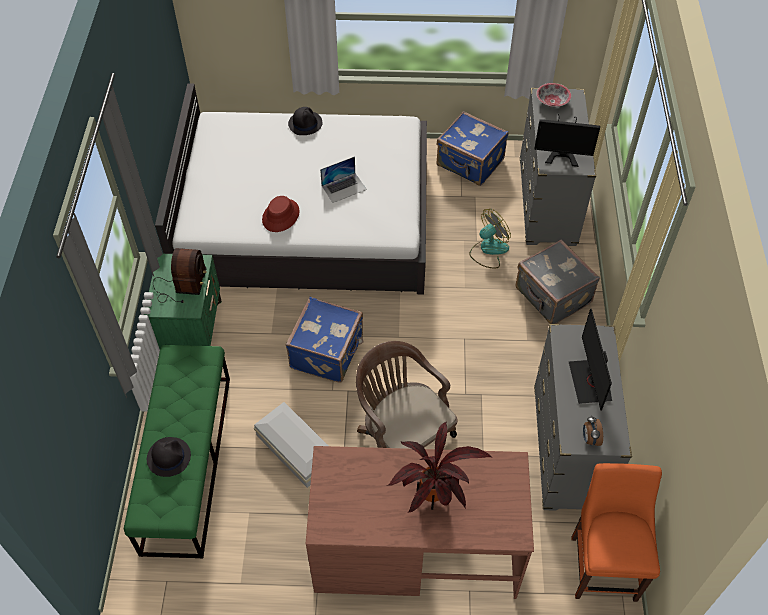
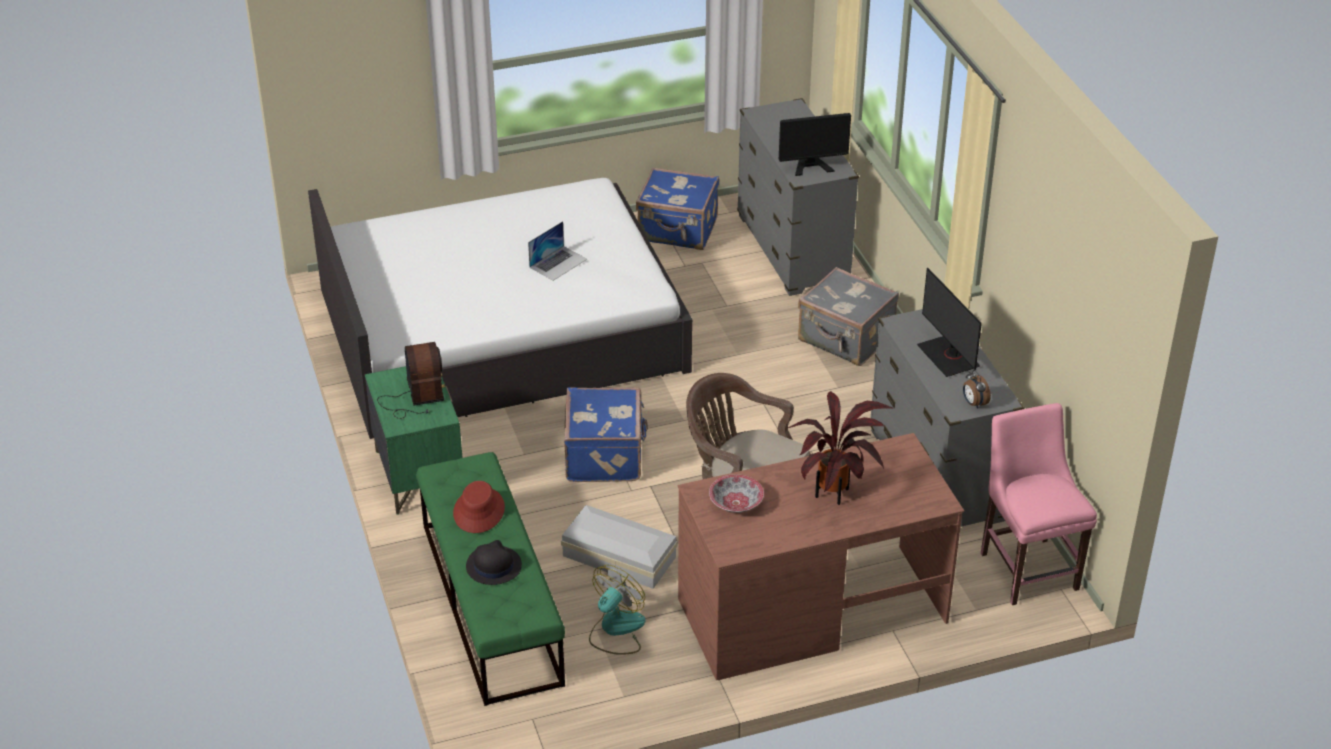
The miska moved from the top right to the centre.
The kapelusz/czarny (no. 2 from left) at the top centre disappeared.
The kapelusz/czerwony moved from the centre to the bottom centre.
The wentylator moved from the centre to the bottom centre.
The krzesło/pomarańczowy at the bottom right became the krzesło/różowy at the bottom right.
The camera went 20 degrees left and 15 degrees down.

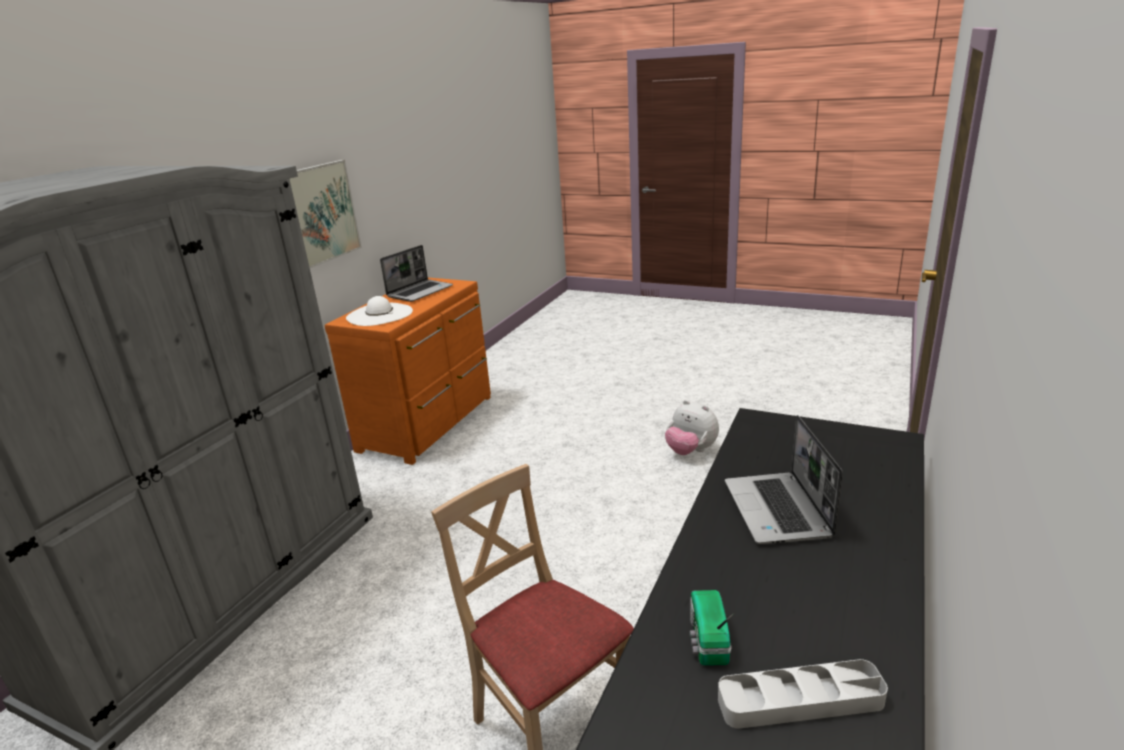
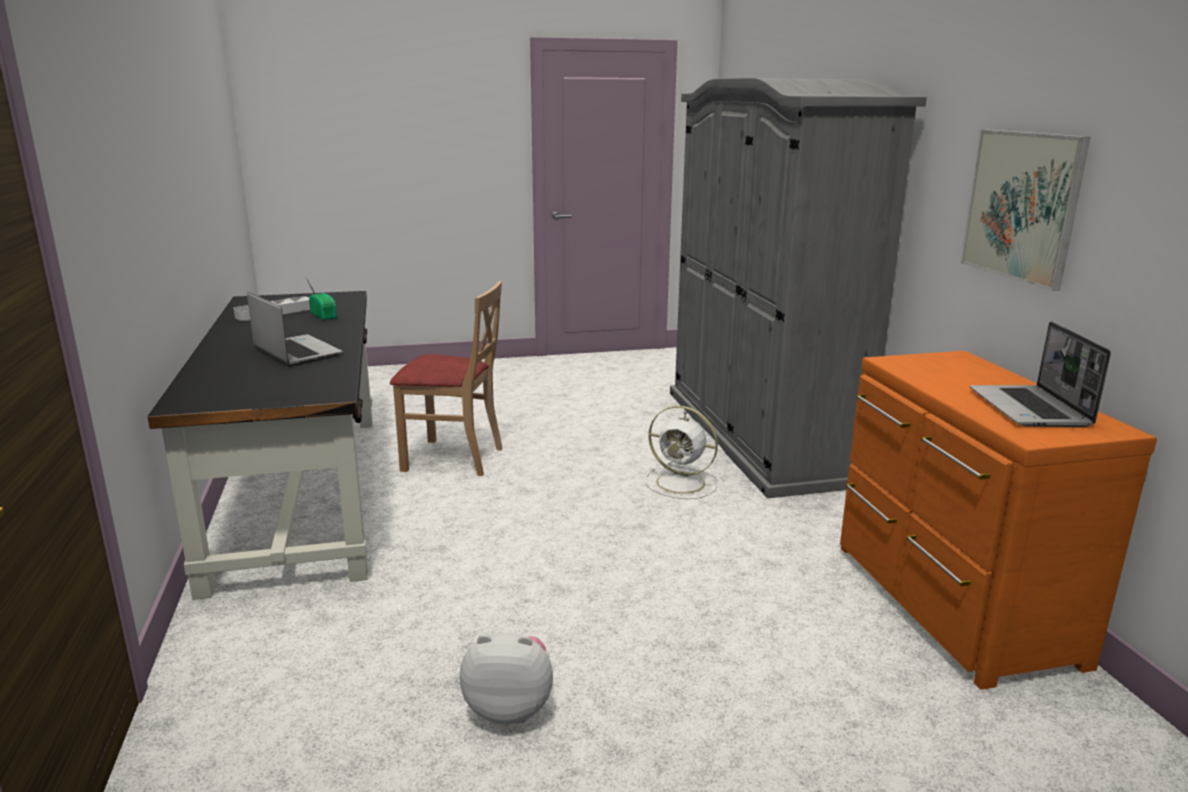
The kapelusz/biały at the centre disappeared.
The wentylator/biały at the centre appeared.
The camera went 140 degrees right and 5 degrees down.

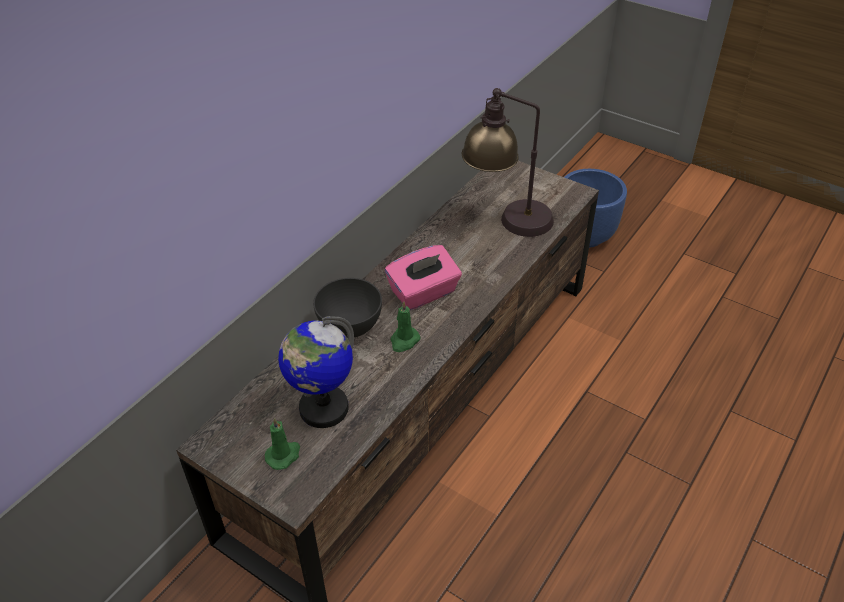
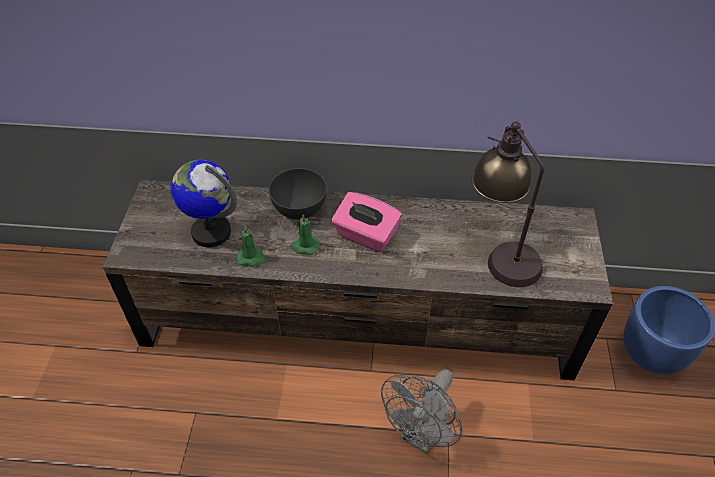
The świeca/zielony (no. 1 from left) moved from the bottom centre to the centre.
The wentylator/szary at the bottom centre appeared.
The camera went 60 degrees right and 5 degrees up.

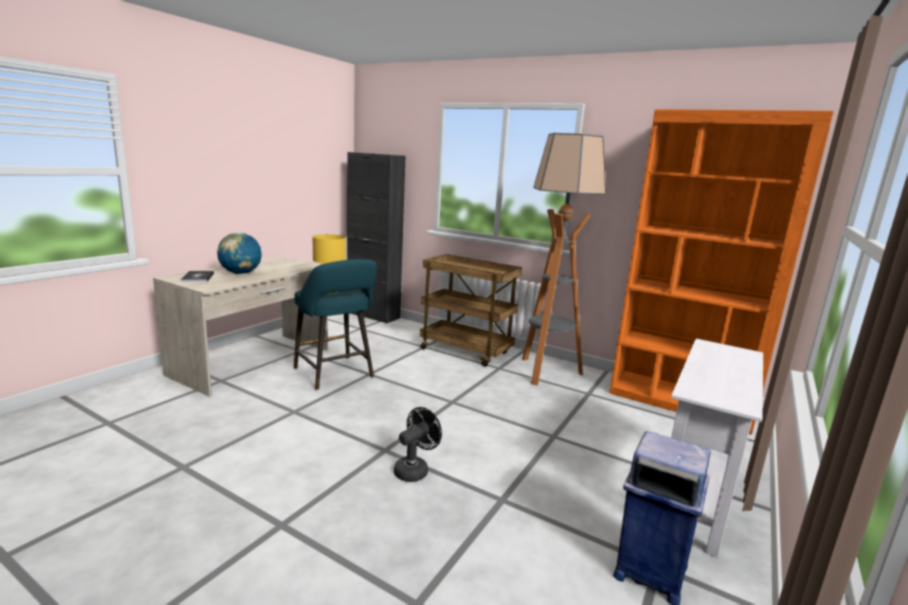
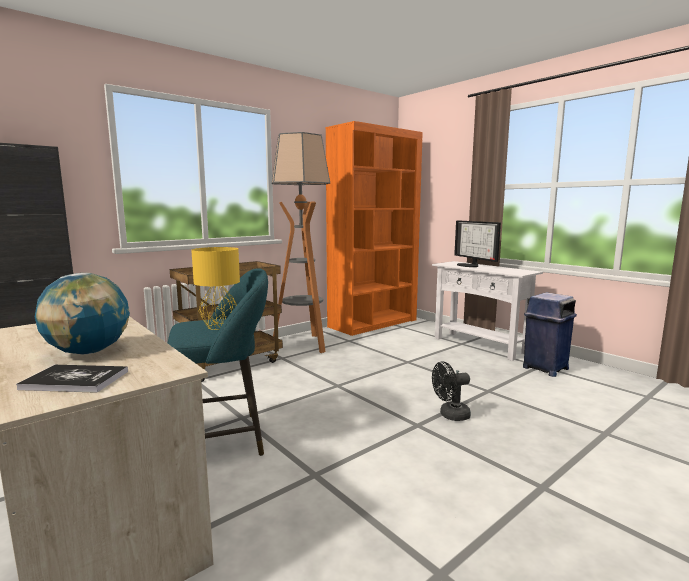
The wentylator/czarny at the bottom centre turned 75 degrees counterclockwise.
The monitor at the middle right appeared.
The camera went 70 degrees left and 5 degrees down.

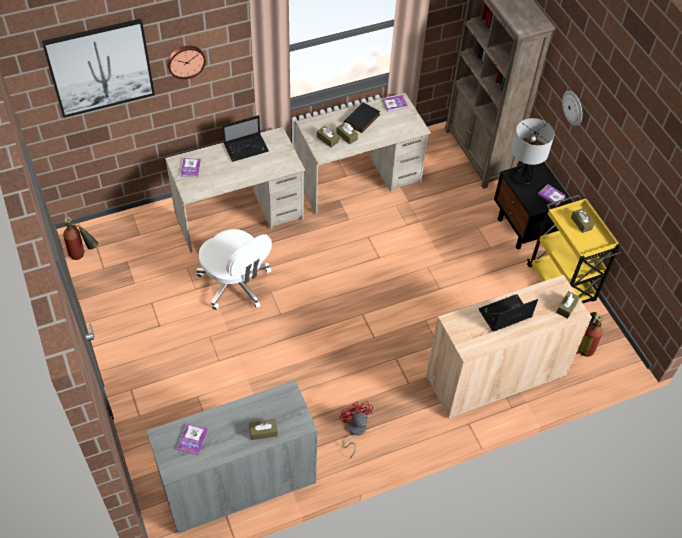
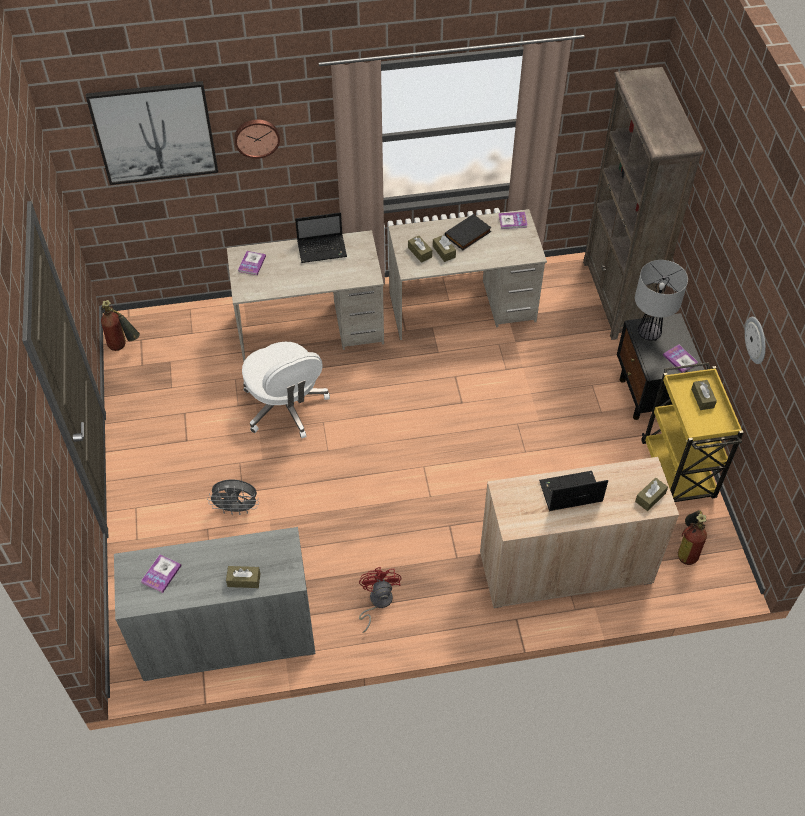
The zegar ścienny (no. 2 from left) moved from the top right to the middle right.
The wentylator/szary at the middle left appeared.
The camera went 15 degrees right and 0 degrees up.

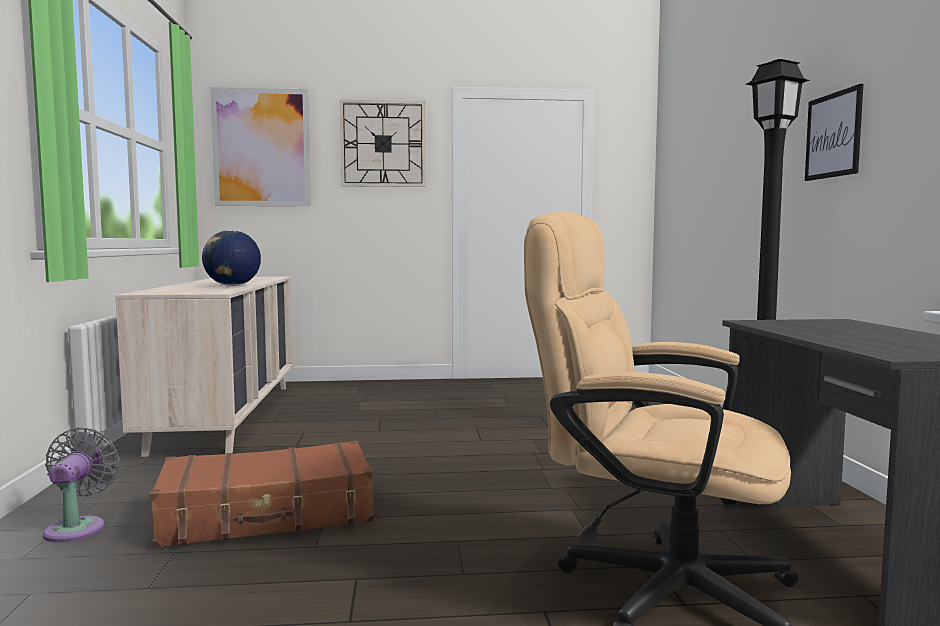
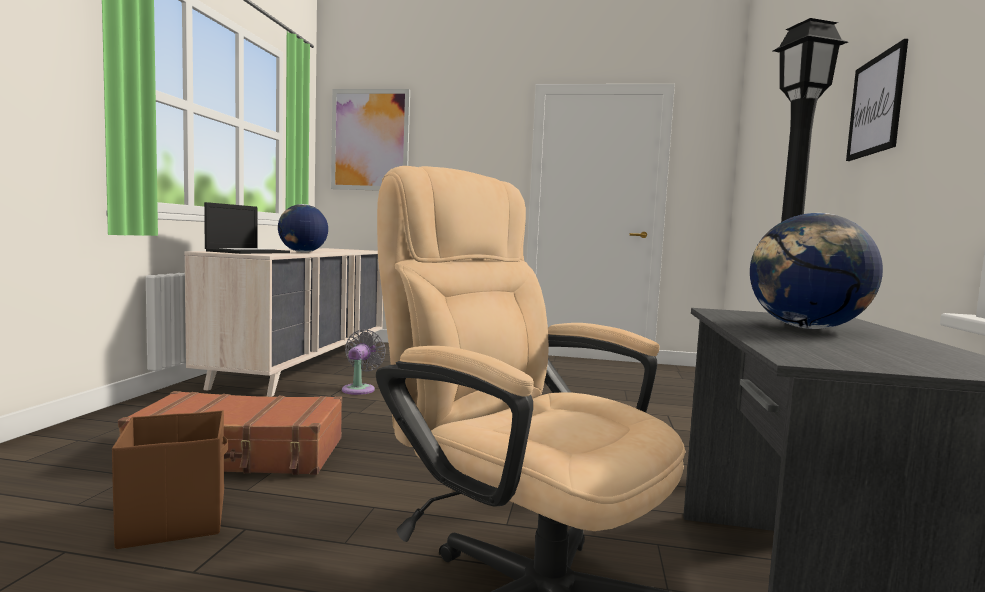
The zegar ścienny at the top centre disappeared.
The wentylator/szary moved from the bottom left to the centre.
The laptop at the middle left appeared.
The globus (no. 2 from left) at the middle right appeared.
The pojemnik do przechowywania/brązowy at the bottom left appeared.
The camera went 15 degrees right and 0 degrees up.

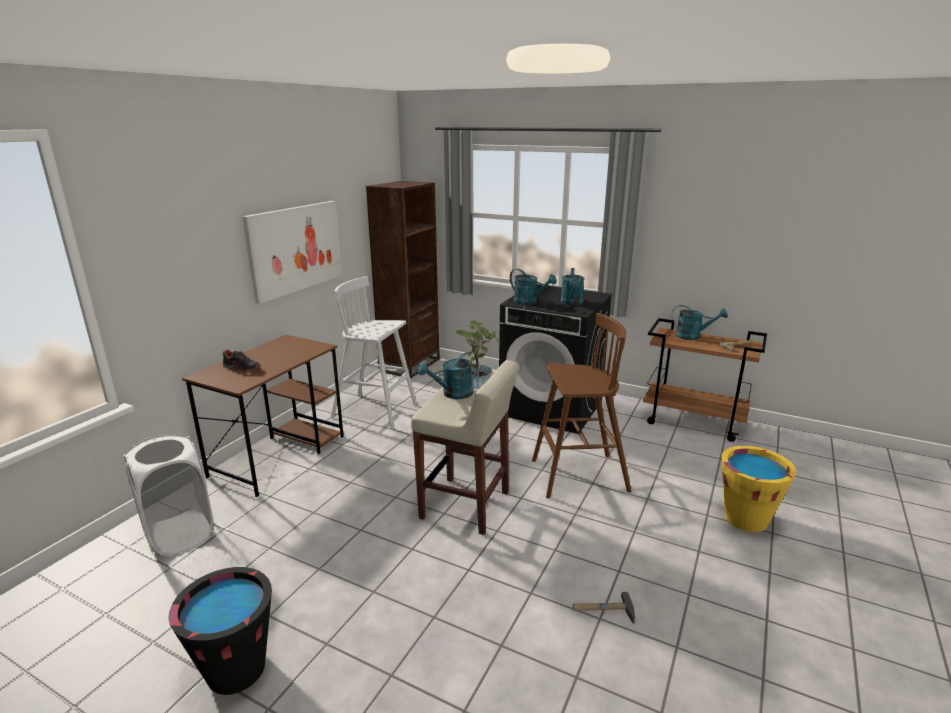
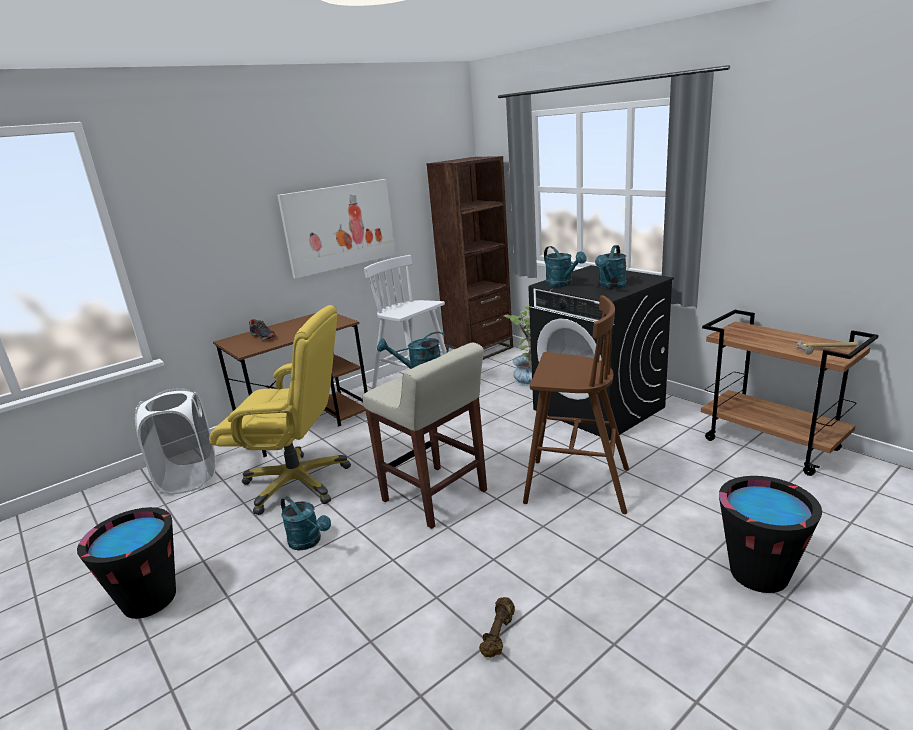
The konewka/turkusowy (no. 4 from left in the first image) moved from the middle right to the bottom centre.
The wiadro/żółty at the bottom right became the wiadro/czarny (no. 2 from left) at the bottom right.
The młotek (no. 1 from left) at the bottom centre was replaced by the hantel/brązowy at the bottom centre.
The krzesło biurowe/żółty at the middle left appeared.
The camera went 25 degrees right and 0 degrees up.

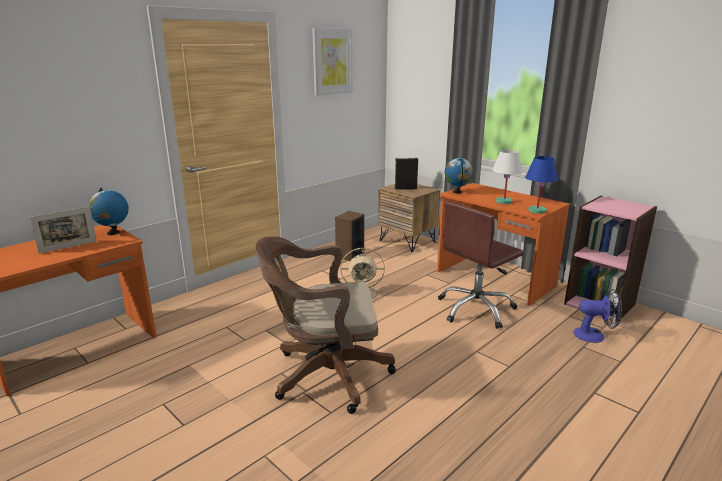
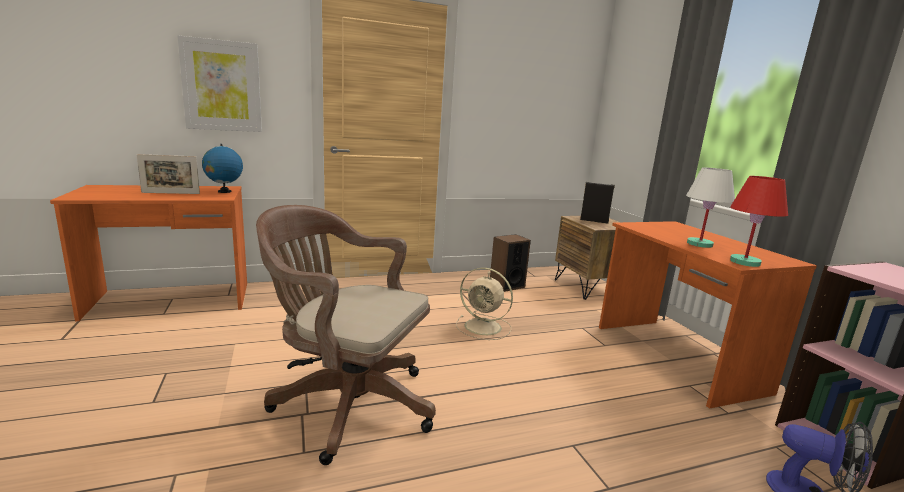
The obraz moved from the top centre to the top left.
The lampa stołowa/niebieski at the middle right became the lampa stołowa/czerwony at the middle right.
The globus (no. 2 from left) at the centre disappeared.
The krzesło biurowe/brązowy (no. 2 from left) at the centre disappeared.
The camera went 25 degrees right and 5 degrees down.

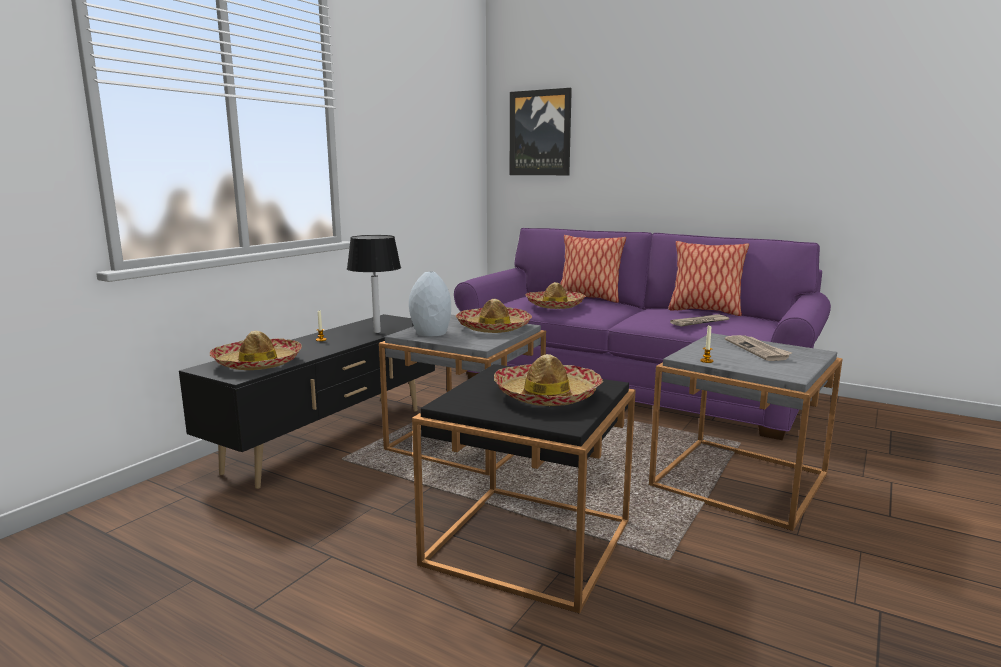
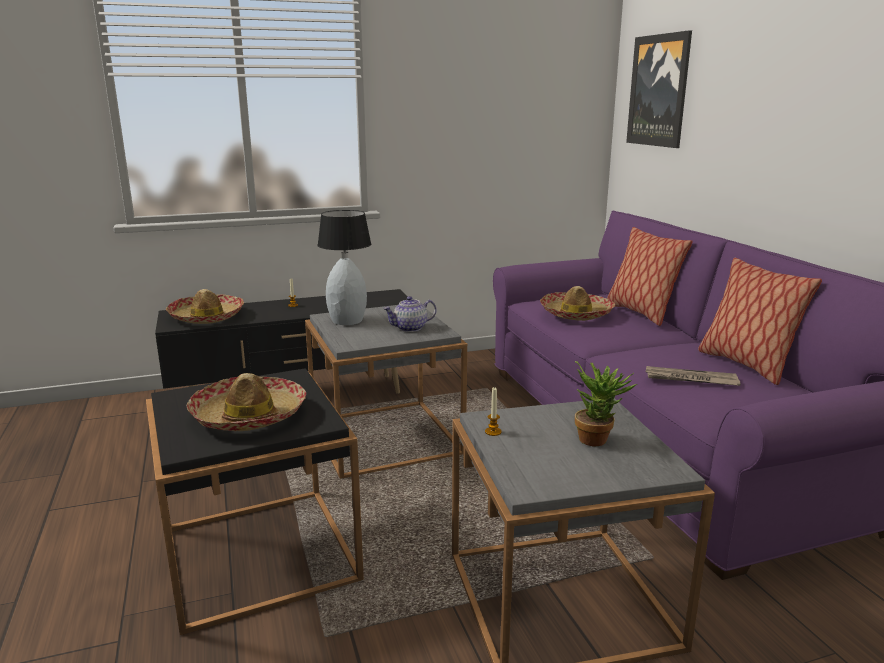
The kapelusz (no. 2 from left) at the centre was replaced by the imbryk at the centre.
The gazeta (no. 2 from left) at the middle right was replaced by the roślina doniczkowa at the middle right.
The camera went 40 degrees right and 5 degrees up.

